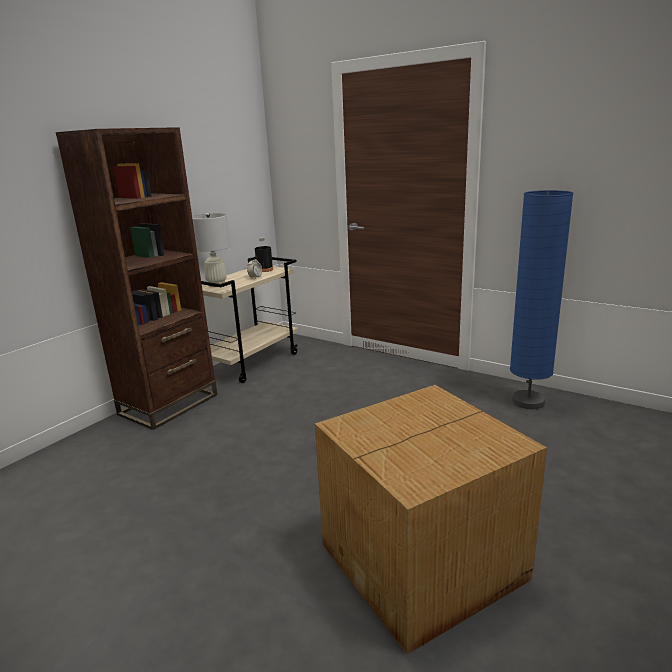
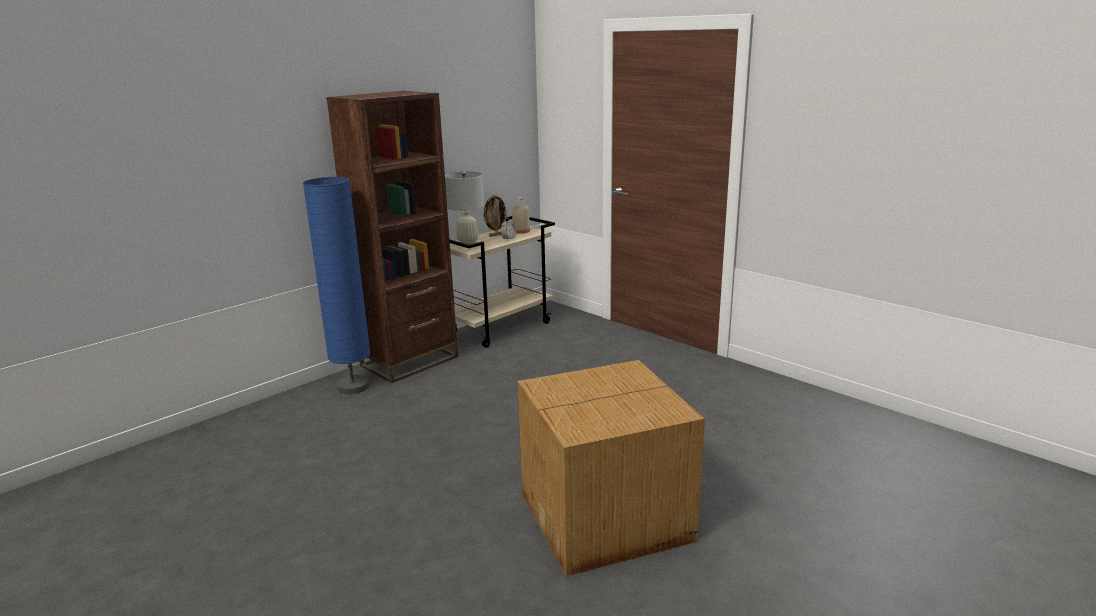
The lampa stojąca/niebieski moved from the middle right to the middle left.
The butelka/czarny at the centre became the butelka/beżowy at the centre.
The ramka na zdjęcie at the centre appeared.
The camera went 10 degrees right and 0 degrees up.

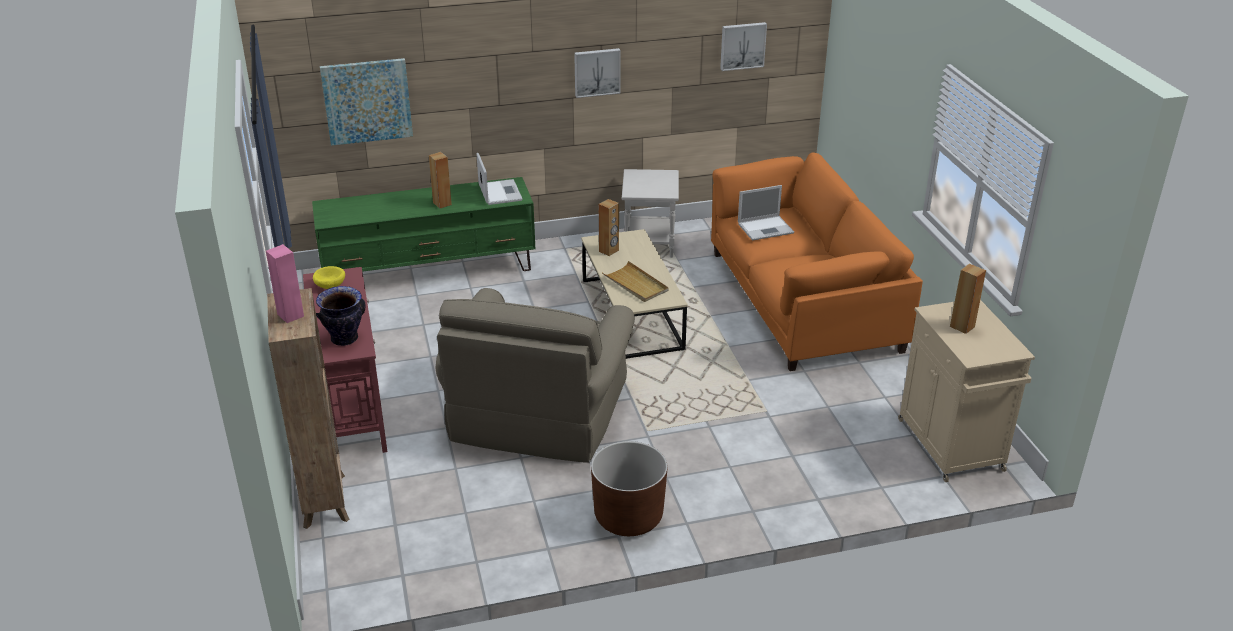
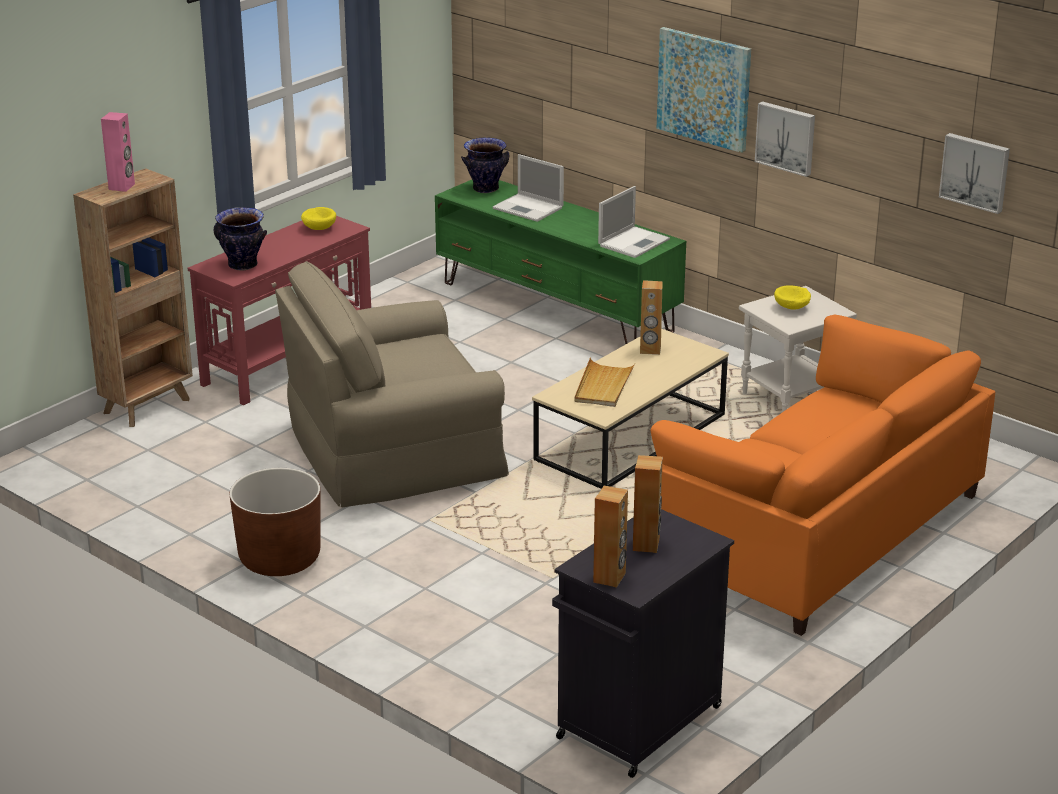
The obraz (no. 1 from left) moved from the top left to the top centre.
The głośnik/brązowy (no. 1 from left) moved from the top centre to the bottom centre.
The laptop (no. 2 from left in the first image) moved from the centre to the top centre.
The szafka/beżowy at the middle right became the szafka/czarny at the bottom centre.
The wazon (no. 2 from left) at the top centre appeared.
The miska/żółty (no. 2 from left) at the middle right appeared.
The camera went 55 degrees right and 5 degrees down.

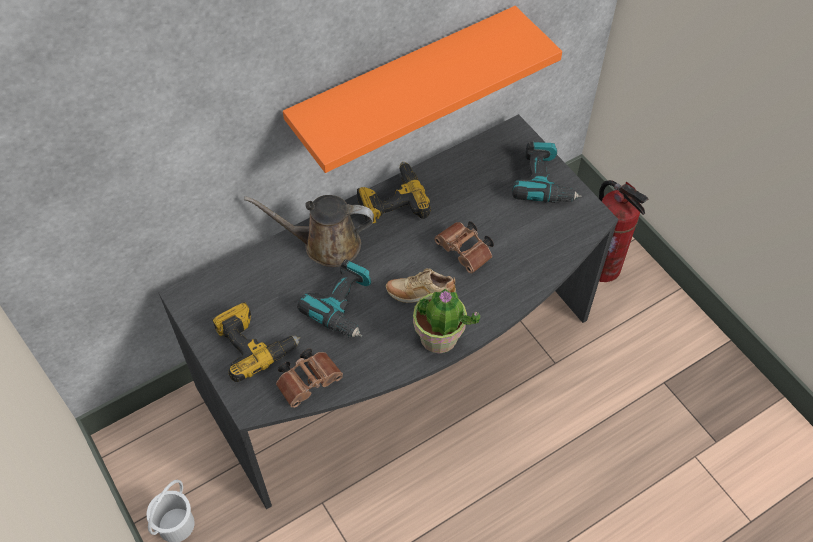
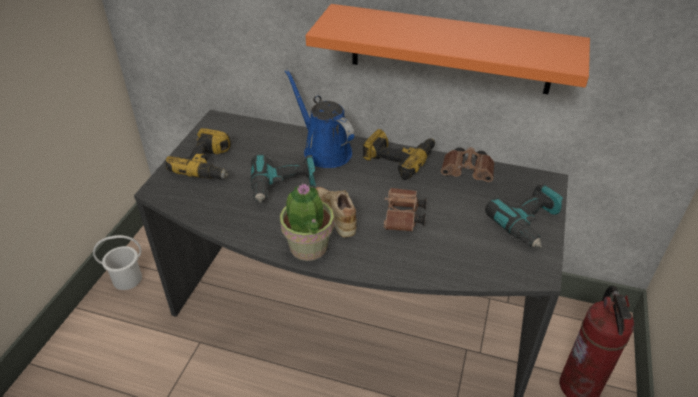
The konewka/brązowy at the centre became the konewka/niebieski at the top centre.
The lornetka/brązowy (no. 1 from left in the first image) moved from the bottom centre to the middle right.
The camera went 50 degrees right and 15 degrees down.

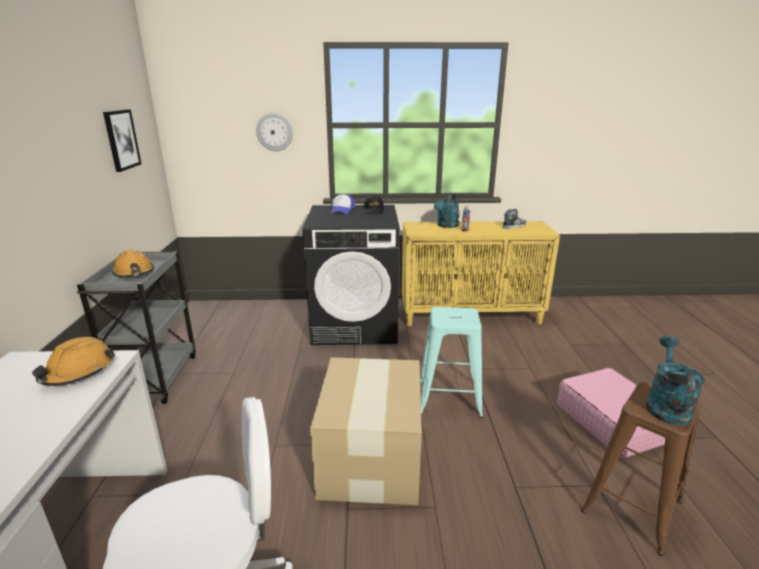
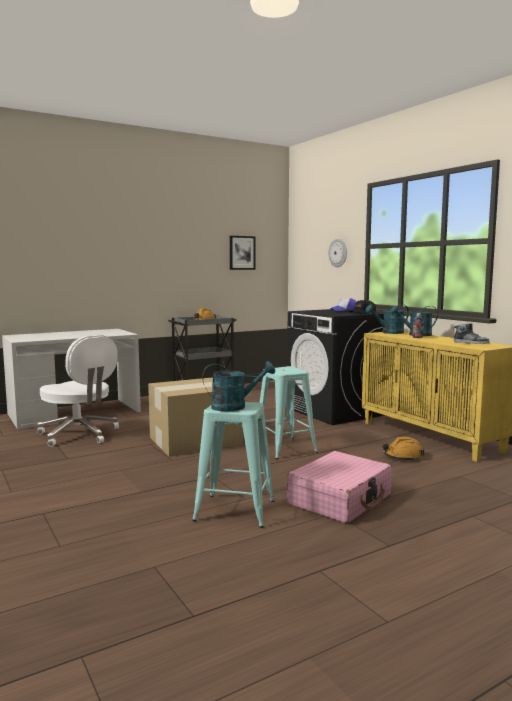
The kask/pomarańczowy (no. 1 from left in the first image) moved from the middle left to the middle right.
The stołek/brązowy at the bottom right became the stołek/turkusowy (no. 1 from left) at the centre.
The konewka/turkusowy (no. 2 from left) at the middle right appeared.
The camera went 60 degrees right and 15 degrees down.

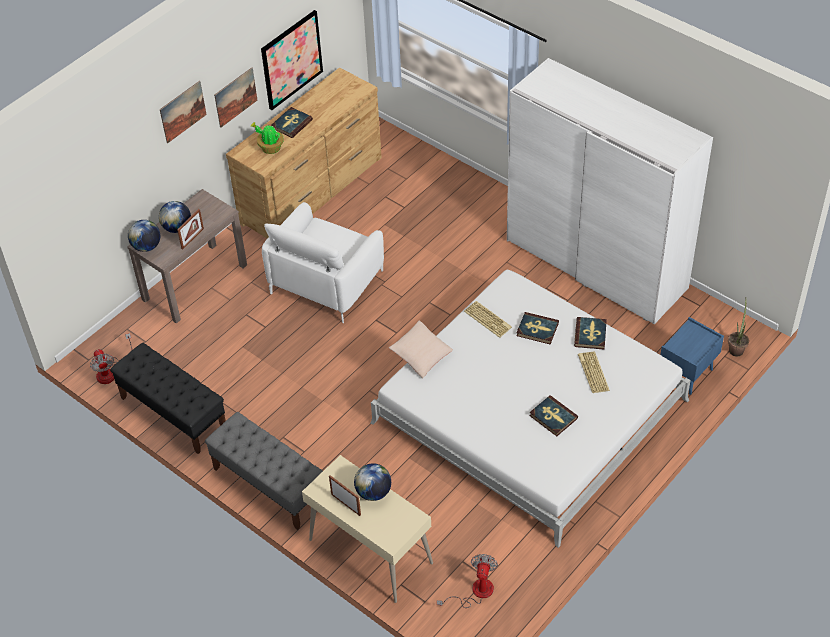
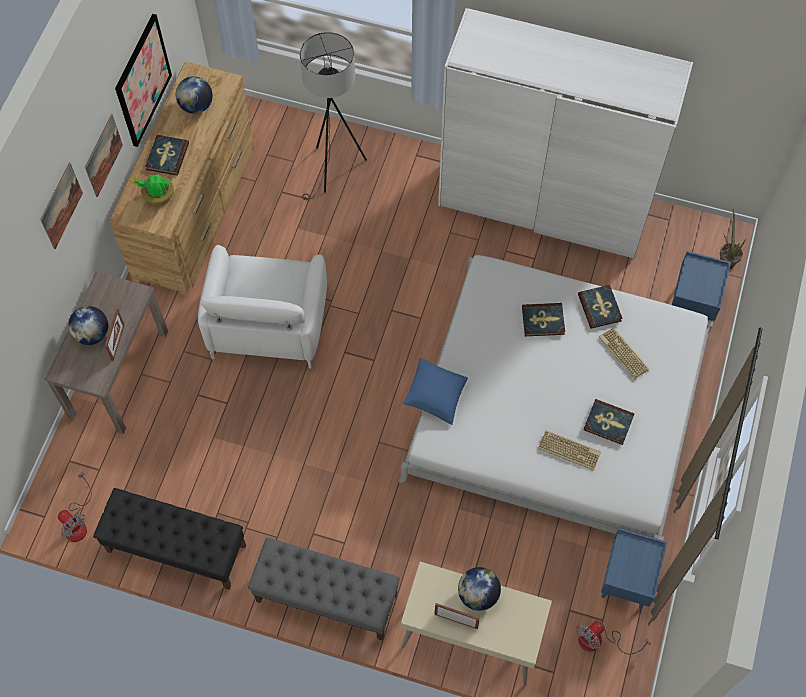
The globus (no. 1 from left in the first image) moved from the middle left to the top left.
The klawiatura (no. 1 from left) moved from the centre to the middle right.
The poduszka/beżowy at the centre became the poduszka/niebieski at the centre.
The wentylator (no. 2 from left) at the bottom centre turned 120 degrees counterclockwise.
The lampa stojąca/szary at the top centre appeared.
The szafka nocna/niebieski (no. 1 from left) at the bottom right appeared.
The camera went 25 degrees left and 15 degrees up.

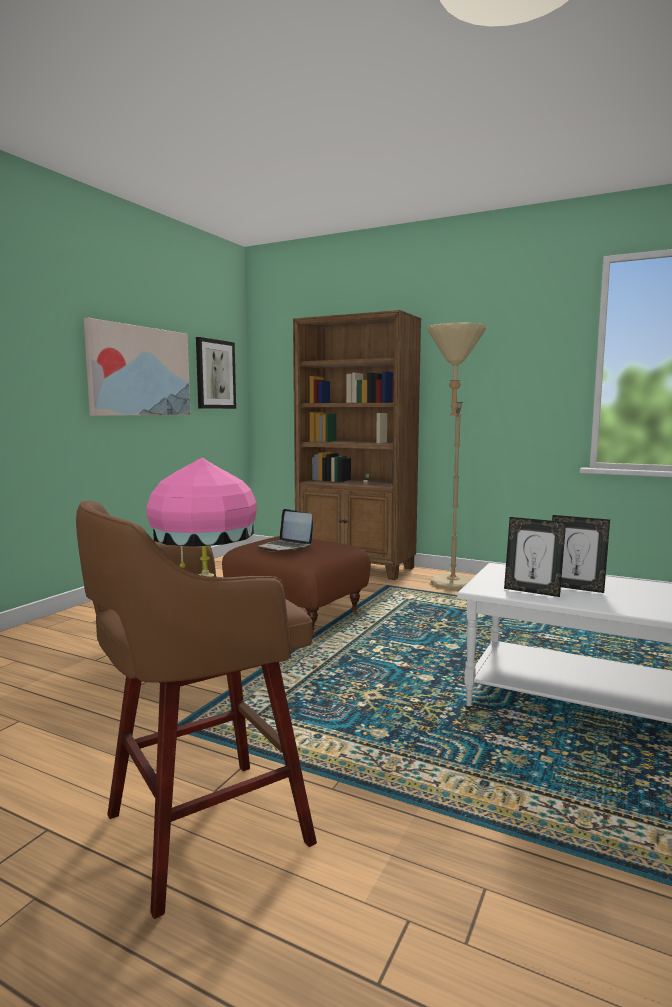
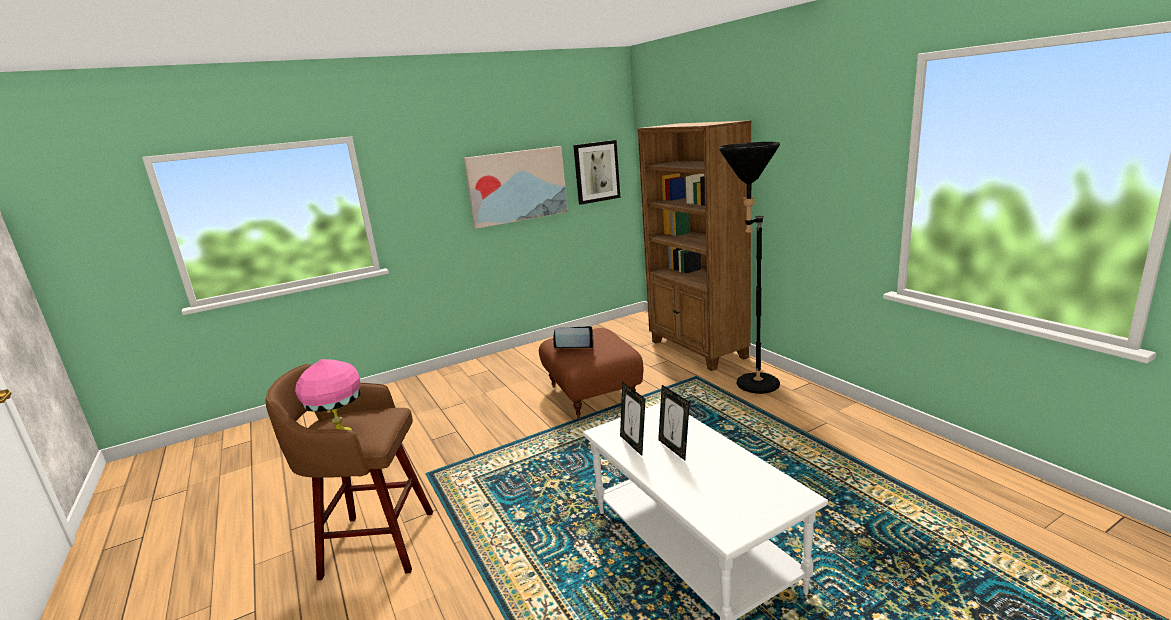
The lampa stojąca/beżowy at the middle right became the lampa stojąca/czarny at the centre.
The laptop at the centre turned 105 degrees clockwise.
The camera went 35 degrees right and 10 degrees up.

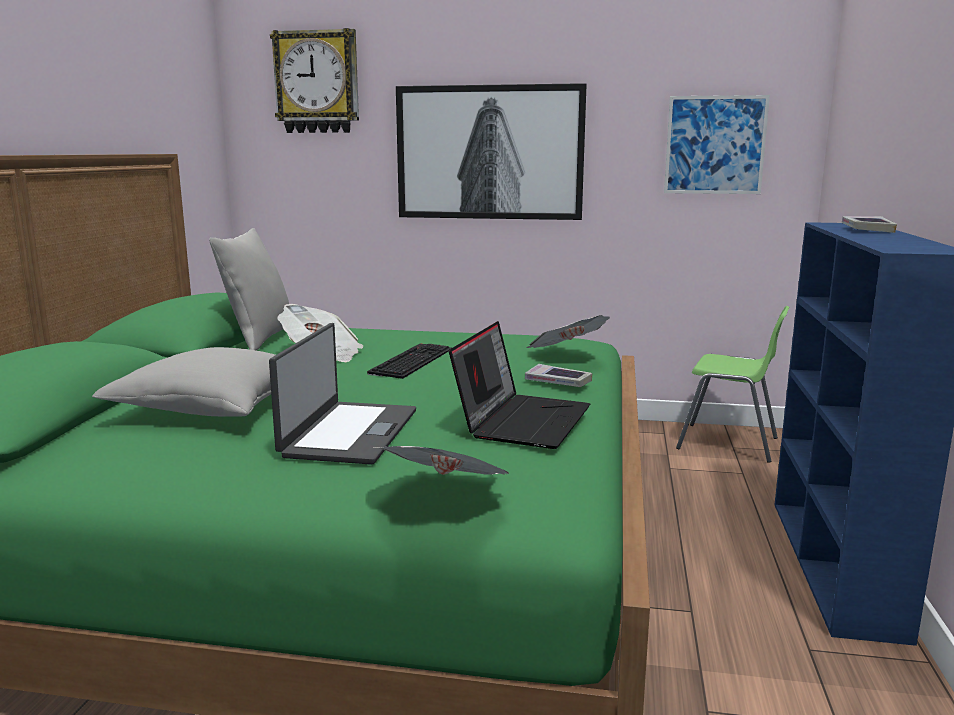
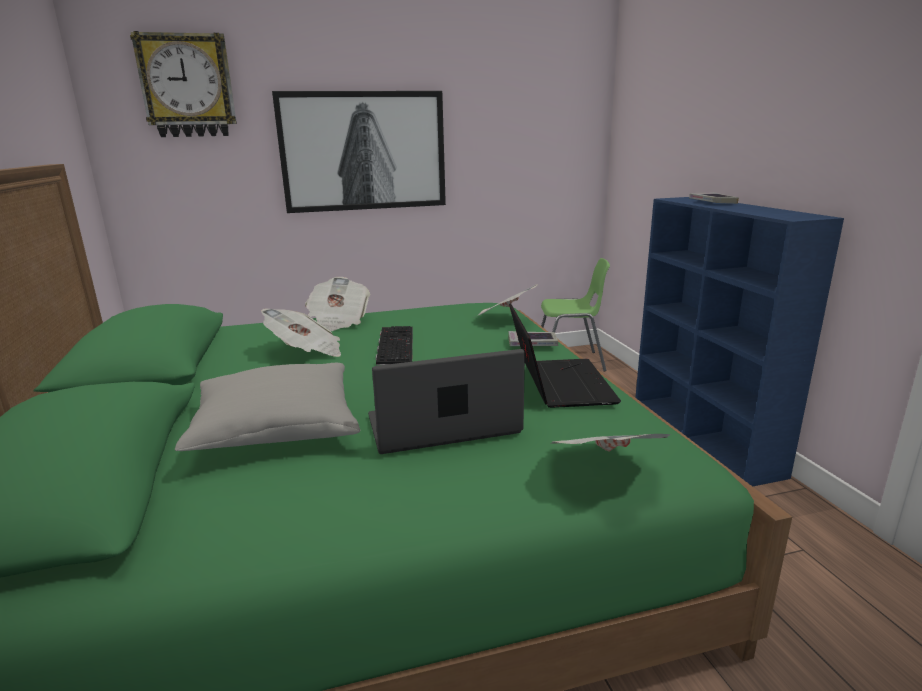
The obraz (no. 2 from left) at the top right disappeared.
The poduszka/szary (no. 2 from left) at the middle left disappeared.
The laptop (no. 1 from left) at the centre turned 90 degrees counterclockwise.
The gazeta (no. 2 from left) at the centre appeared.
The camera went 25 degrees left and 5 degrees up.

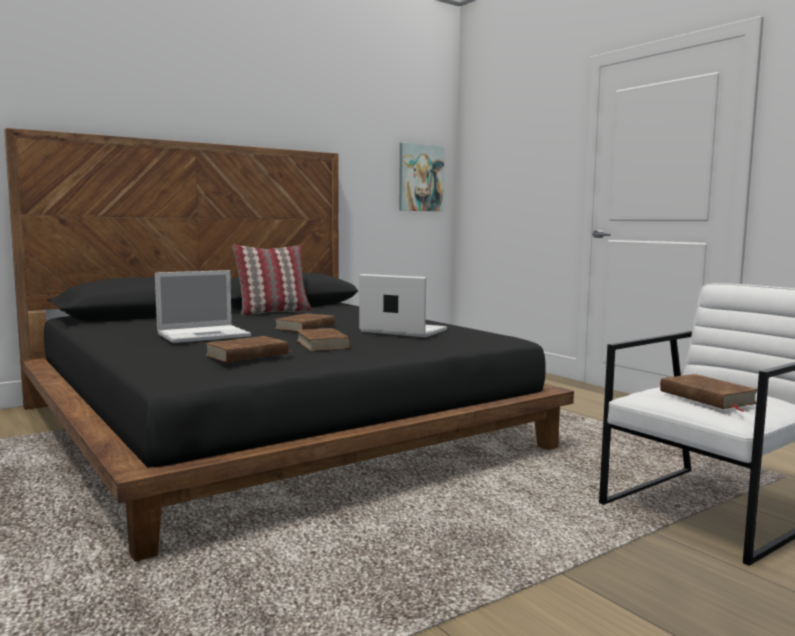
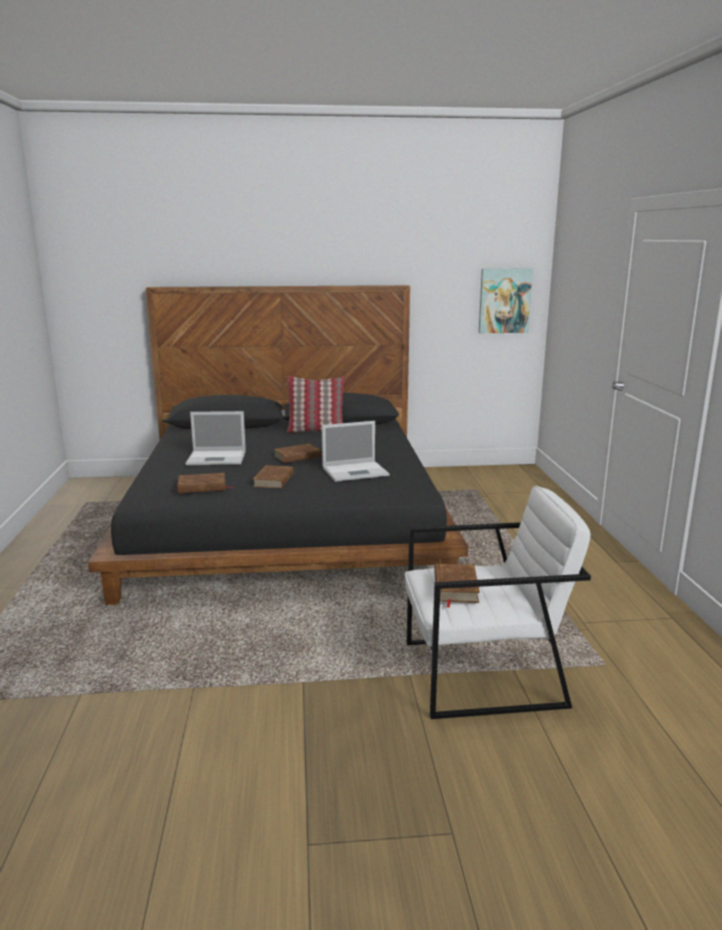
The laptop (no. 2 from left) at the centre turned 105 degrees clockwise.
The camera went 30 degrees right and 10 degrees up.

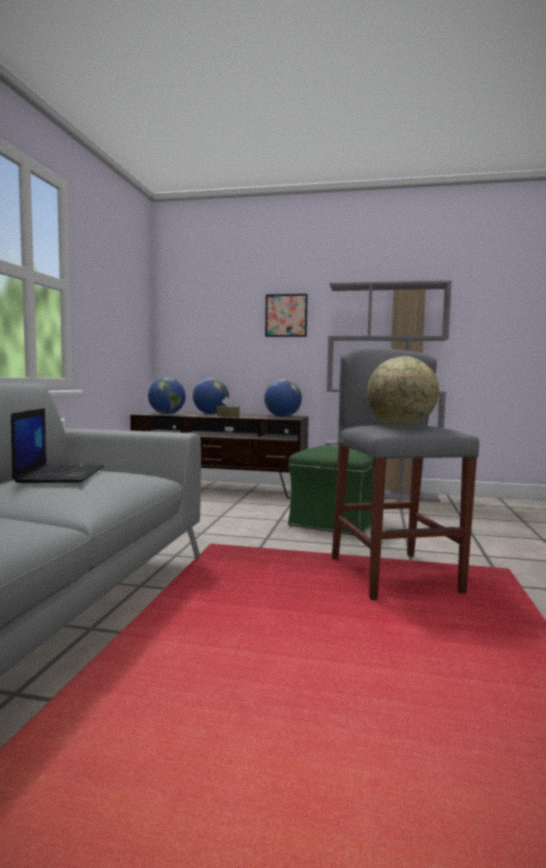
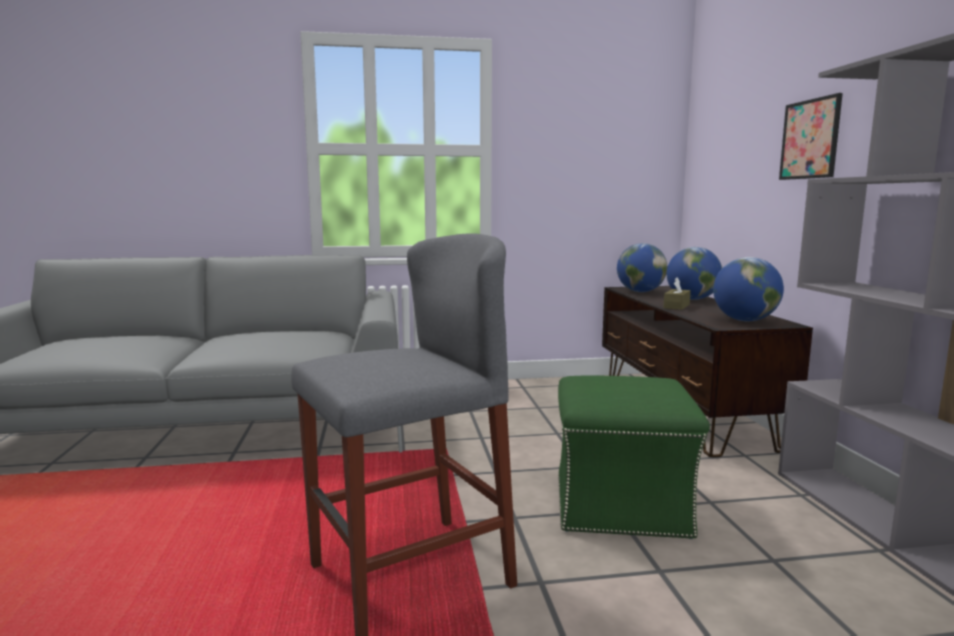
The globus (no. 4 from left) at the middle right disappeared.
The laptop at the middle left disappeared.
The camera went 70 degrees right and 5 degrees up.

